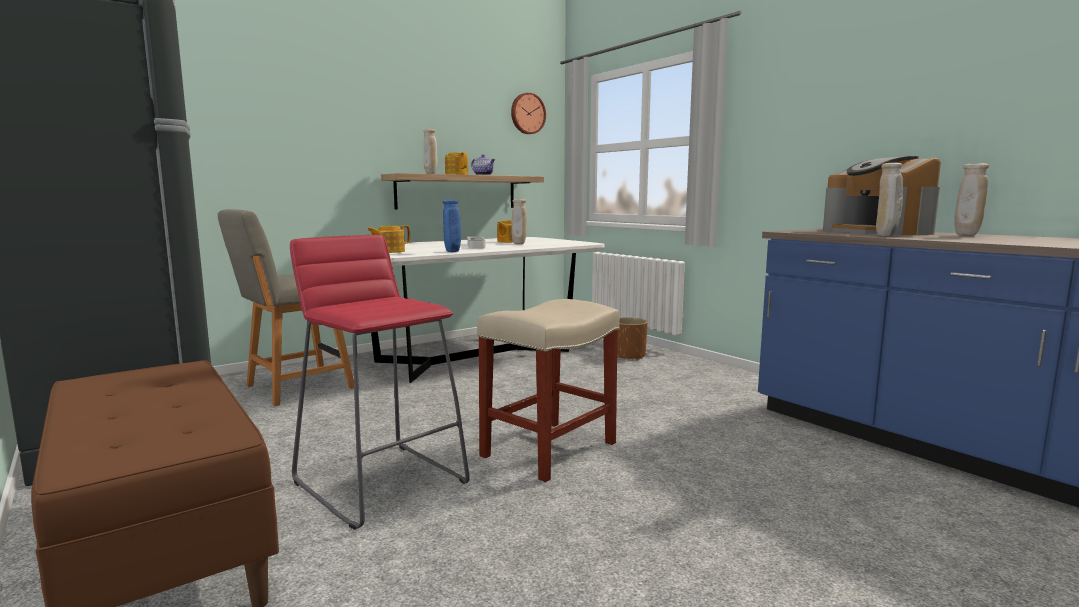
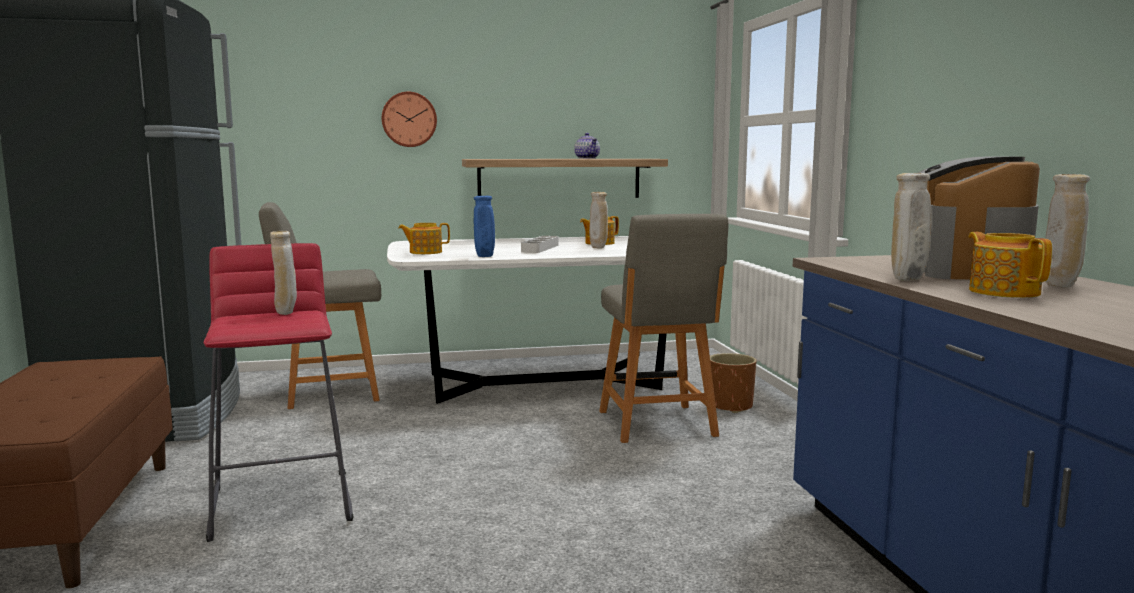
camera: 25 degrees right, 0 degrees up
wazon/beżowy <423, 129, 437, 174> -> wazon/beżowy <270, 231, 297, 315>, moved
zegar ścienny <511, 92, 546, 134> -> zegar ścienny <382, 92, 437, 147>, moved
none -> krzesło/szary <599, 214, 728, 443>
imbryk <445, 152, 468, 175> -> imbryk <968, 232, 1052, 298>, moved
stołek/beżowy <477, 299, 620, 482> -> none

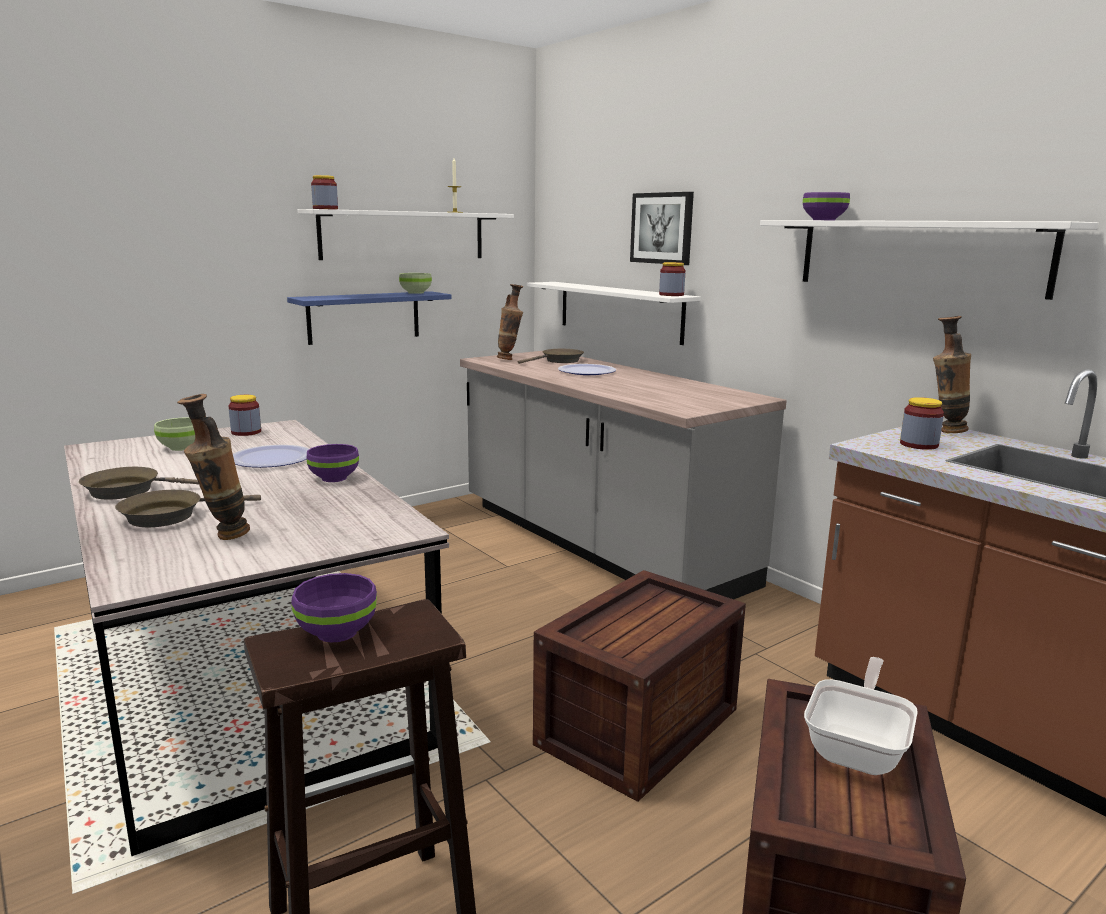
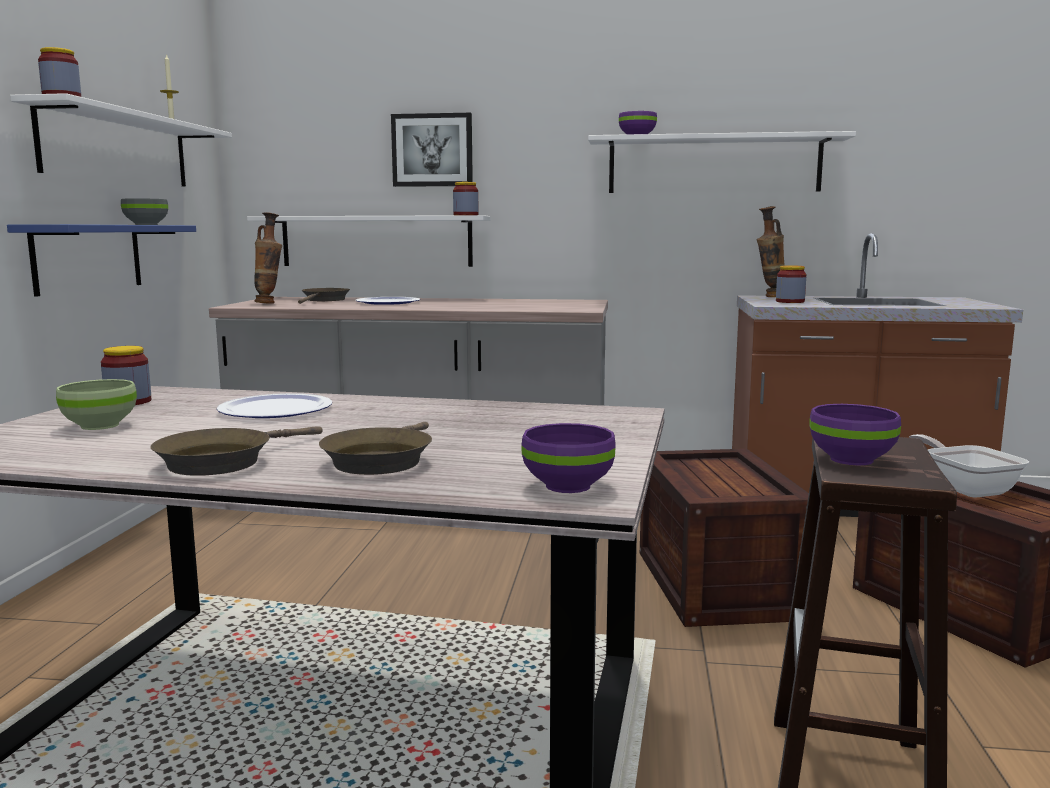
camera: 45 degrees left, 5 degrees down
miska/zielony <399, 273, 432, 294> -> miska/szary <121, 198, 168, 225>
miska/fioletowy <307, 444, 359, 482> -> miska/fioletowy <521, 423, 616, 493>, moved
wazon <177, 394, 250, 540> -> none

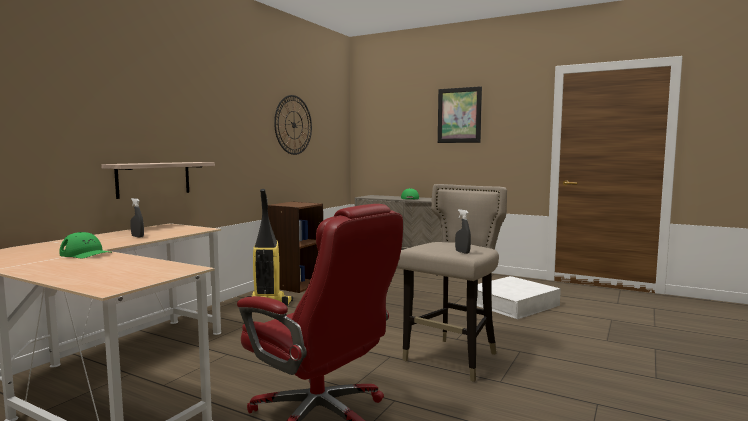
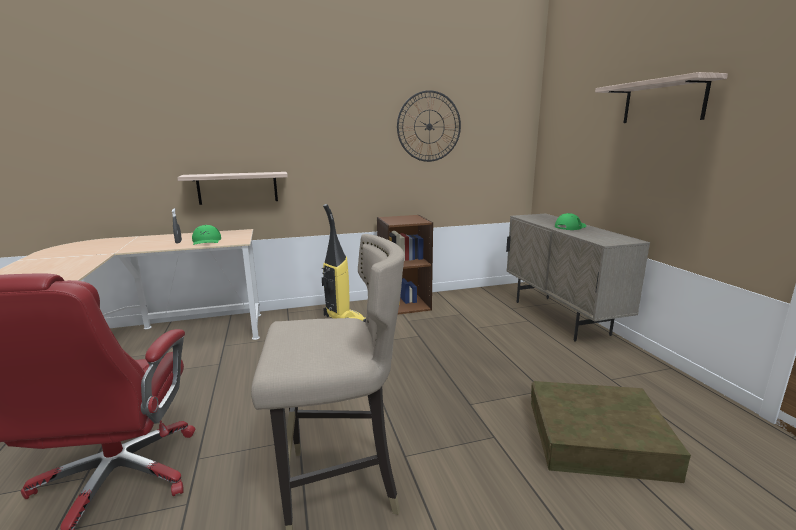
camera: 45 degrees right, 10 degrees up
czapka z daszkiem/zielony <59, 232, 112, 258> -> czapka z daszkiem/zielony <192, 225, 221, 245>, moved
pojemnik do przechowywania/biały <477, 276, 561, 319> -> pojemnik do przechowywania/brązowy <531, 381, 691, 483>
obraz <438, 86, 482, 143> -> półka <595, 72, 728, 123>
spryskiwacz/szary <455, 209, 471, 254> -> none

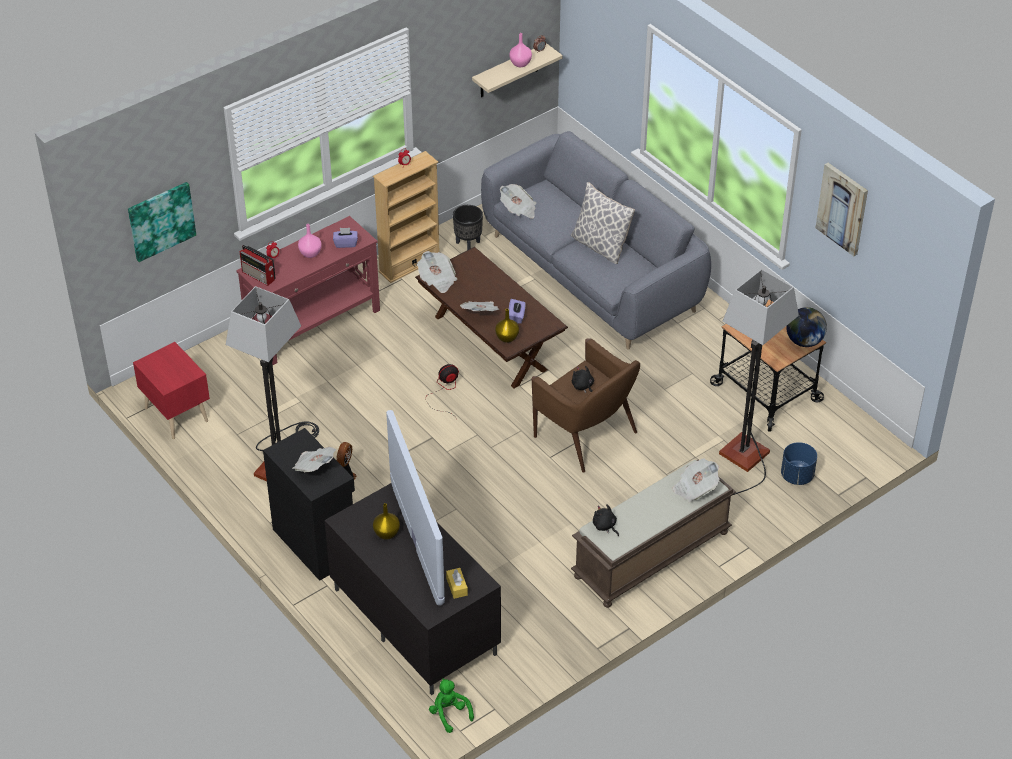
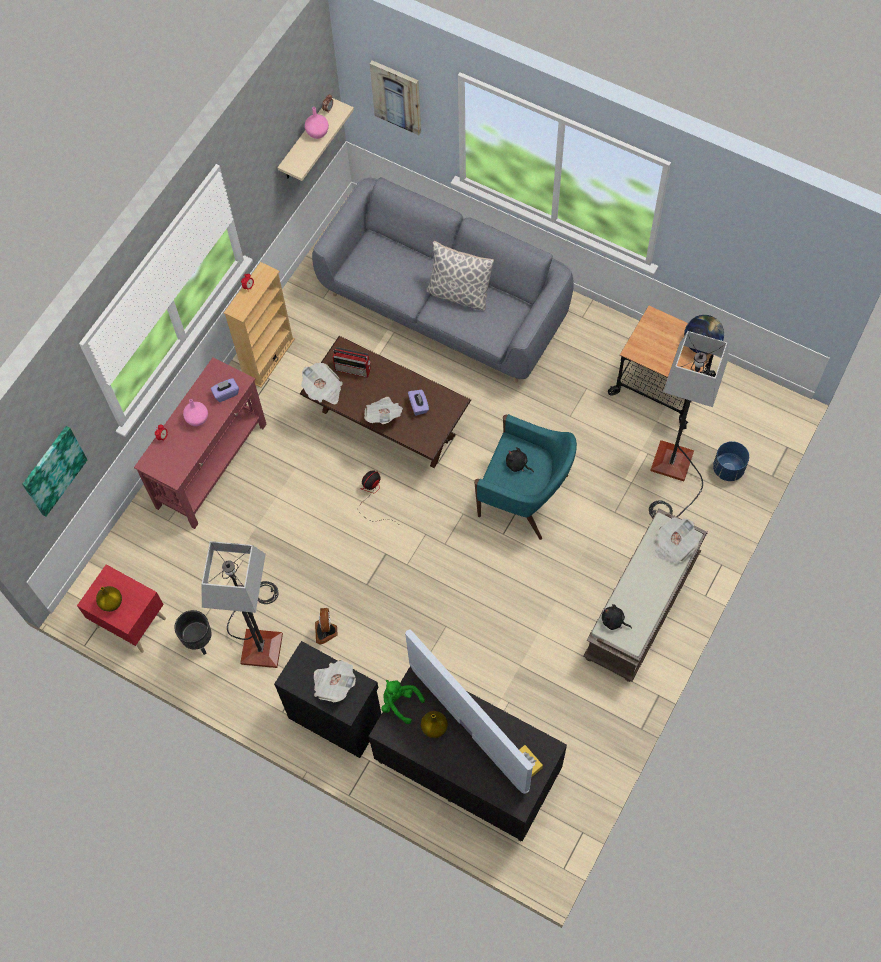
camera: 20 degrees left, 20 degrees up
wazon/żółty <495, 309, 519, 343> -> wazon/żółty <96, 586, 122, 612>, moved
donica/czarny <453, 205, 483, 250> -> donica/czarny <175, 610, 212, 655>, moved
radio <240, 245, 276, 286> -> radio <333, 347, 371, 378>, moved
obraz <815, 163, 868, 256> -> obraz <370, 60, 421, 135>, moved
pluszak/zielony <429, 678, 474, 733> -> pluszak/zielony <382, 680, 425, 724>, moved
fotel/brązowy <532, 338, 640, 473> -> fotel/turkusowy <474, 414, 577, 540>
gazeta <500, 184, 536, 219> -> none

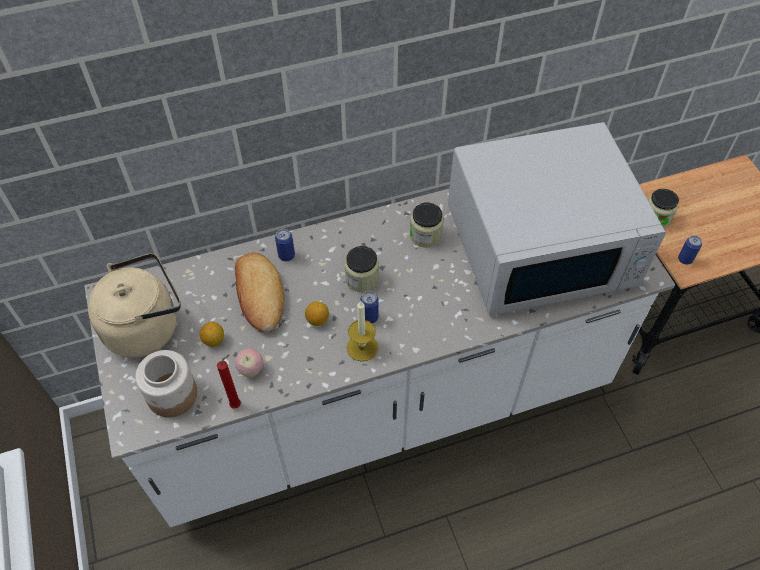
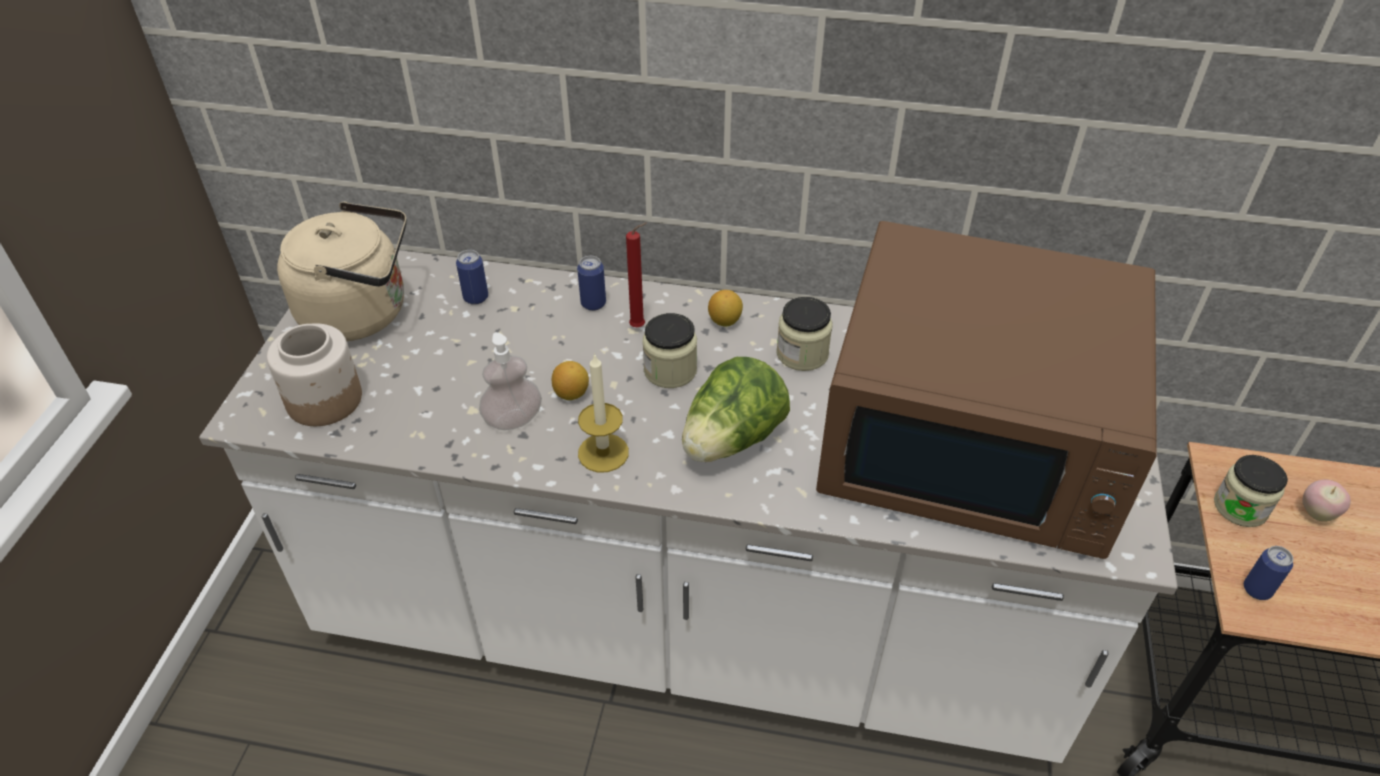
camera: 30 degrees right, 10 degrees down
puszka <360, 291, 379, 323> -> puszka <456, 250, 488, 305>, moved
none -> dozownik mydła <479, 332, 542, 430>
świeca/czerwony <217, 354, 241, 409> -> świeca/czerwony <626, 223, 647, 327>, moved
none -> sałata <682, 357, 790, 462>
cytryna <199, 322, 224, 347> -> cytryna <708, 290, 743, 326>, moved
mikrofalówka/biały <448, 122, 666, 316> -> mikrofalówka/brązowy <816, 221, 1157, 559>
jabłko <235, 348, 263, 377> -> jabłko <1302, 480, 1351, 522>, moved
chleb <235, 253, 284, 332> -> none

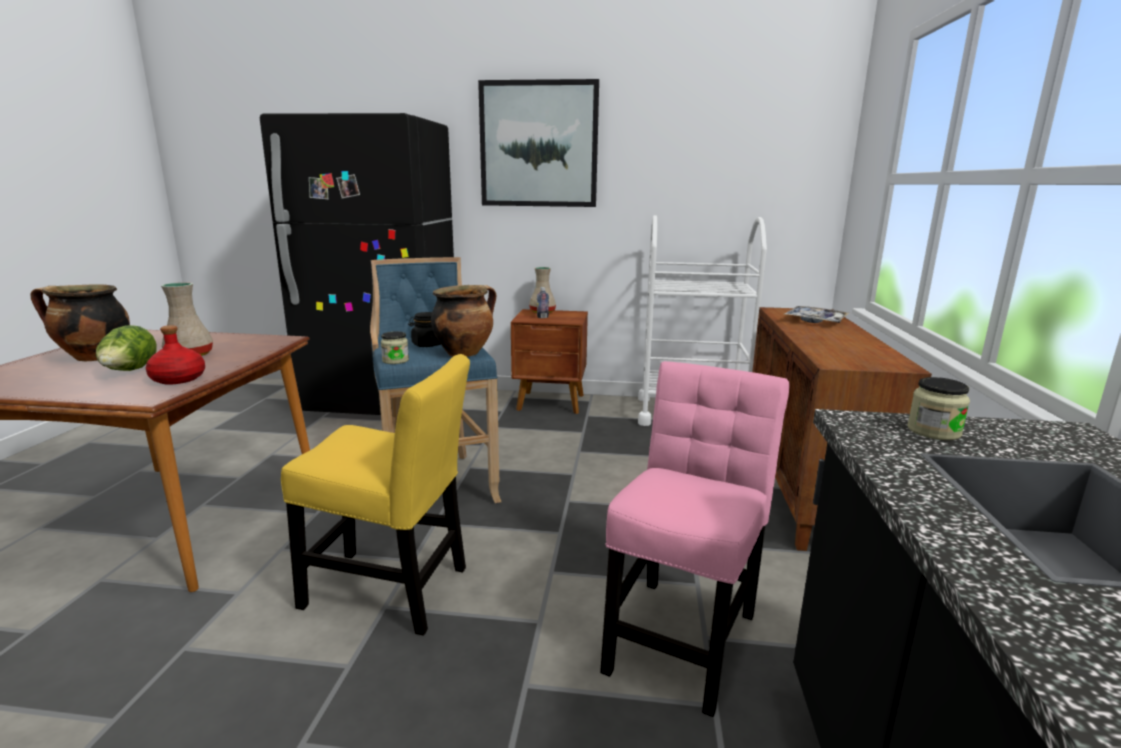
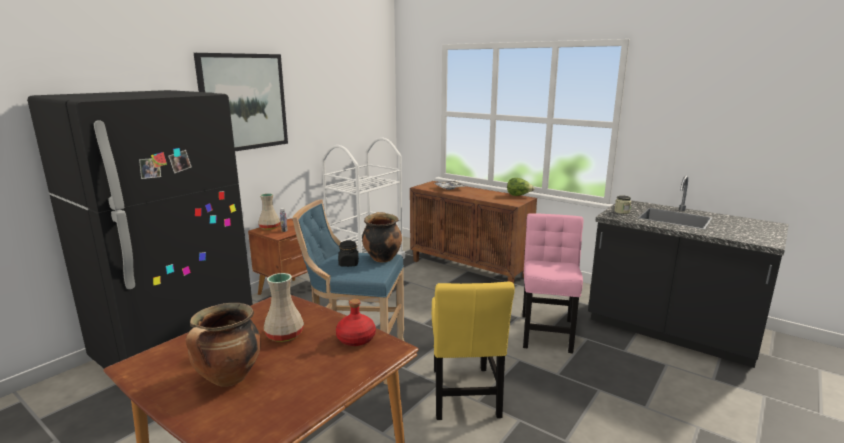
camera: 60 degrees left, 0 degrees up
krzesło/żółty <281, 354, 470, 636> -> krzesło/żółty <432, 282, 515, 420>, 135 degrees clockwise
sałata <96, 325, 157, 371> -> sałata <507, 178, 535, 196>, moved
krzesło/różowy <600, 361, 790, 717> -> krzesło/różowy <522, 213, 583, 353>, 45 degrees clockwise
słoik <381, 331, 409, 364> -> none

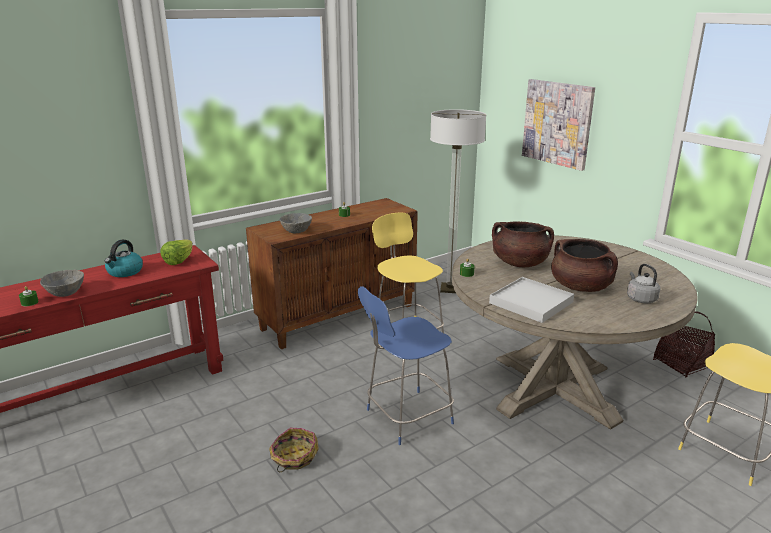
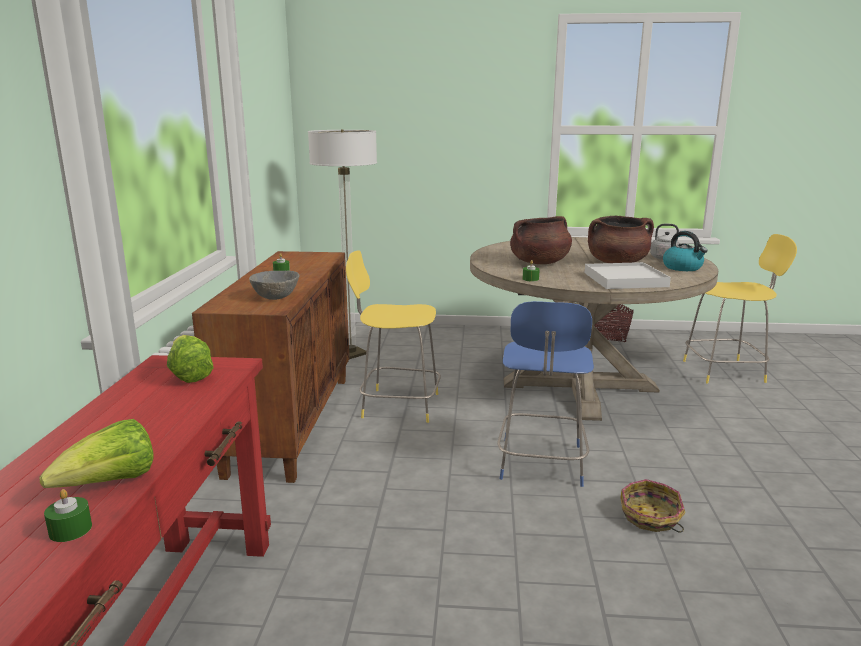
camera: 50 degrees left, 5 degrees down
miska/szary <40, 270, 84, 297> -> sałata <39, 419, 154, 488>
koszyk <269, 428, 319, 472> -> koszyk <620, 479, 686, 532>, moved
czajnik <104, 239, 143, 277> -> czajnik <663, 231, 708, 271>, moved
obraz <522, 79, 595, 171> -> none

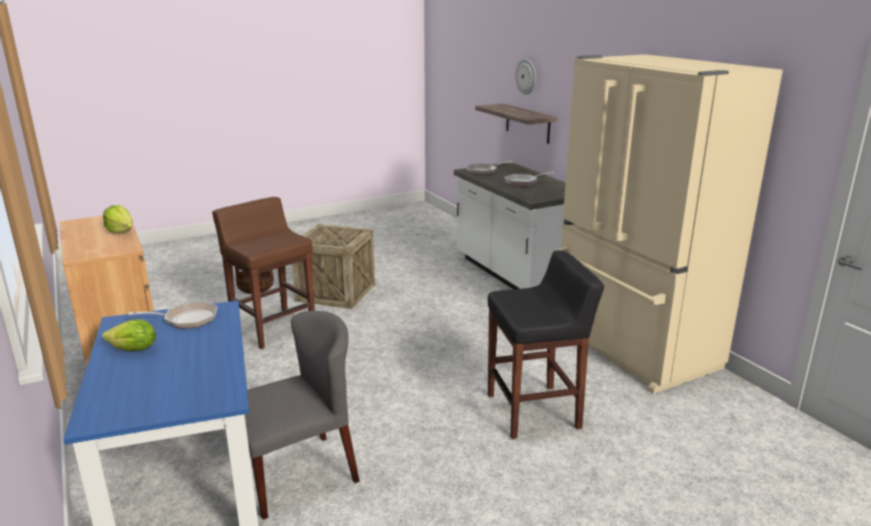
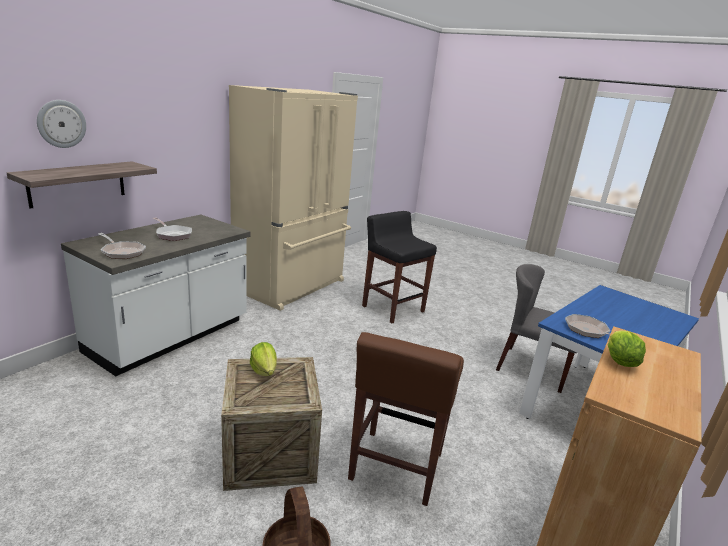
camera: 120 degrees left, 0 degrees up
sałata <102, 319, 156, 351> -> sałata <250, 342, 277, 376>, moved

